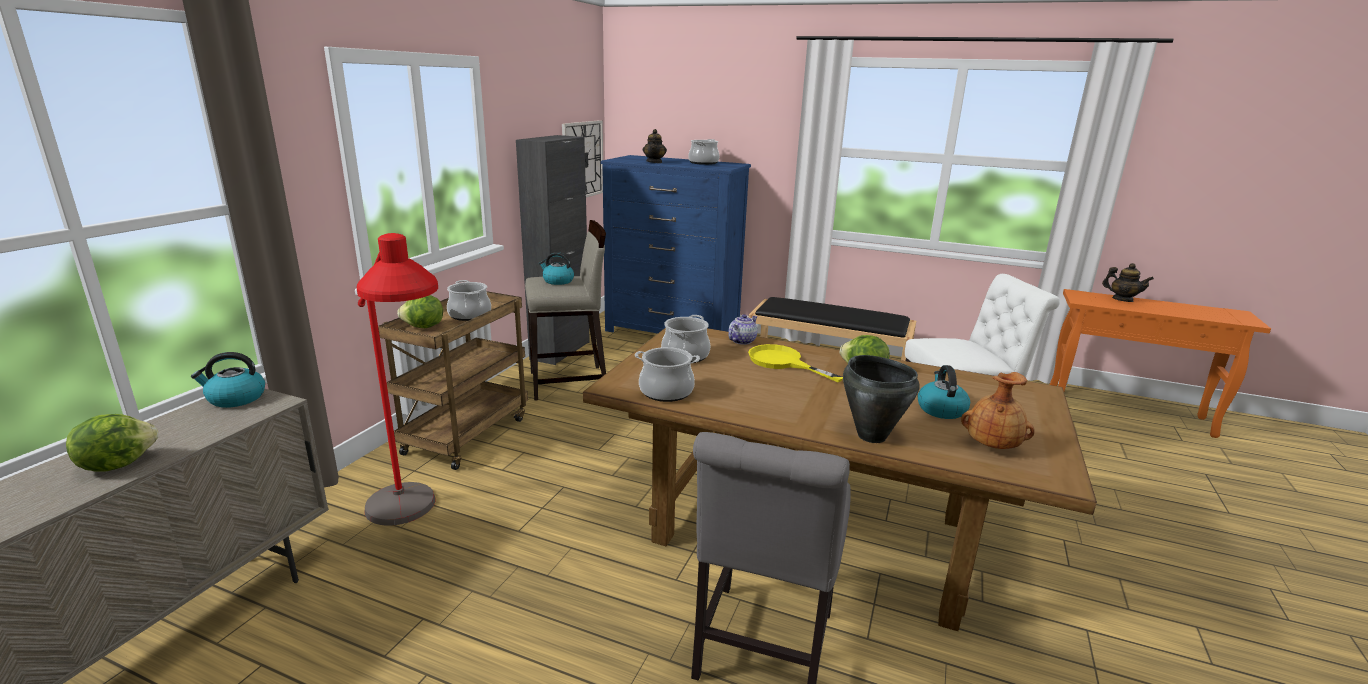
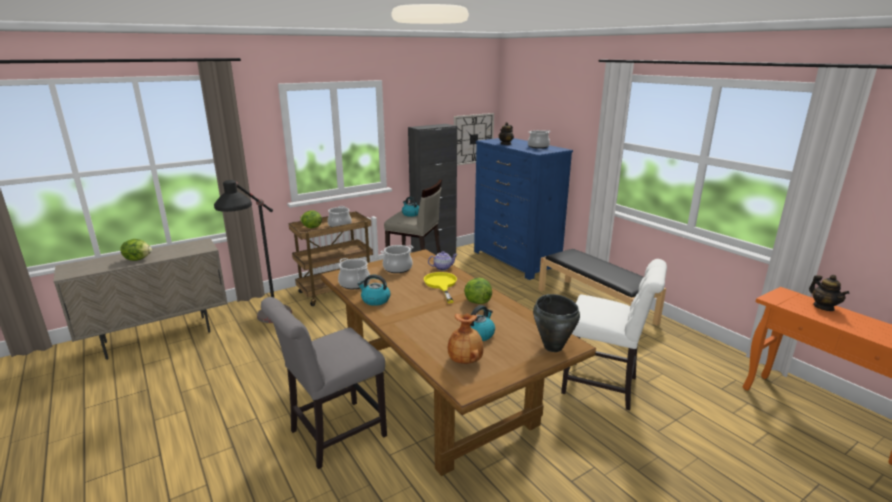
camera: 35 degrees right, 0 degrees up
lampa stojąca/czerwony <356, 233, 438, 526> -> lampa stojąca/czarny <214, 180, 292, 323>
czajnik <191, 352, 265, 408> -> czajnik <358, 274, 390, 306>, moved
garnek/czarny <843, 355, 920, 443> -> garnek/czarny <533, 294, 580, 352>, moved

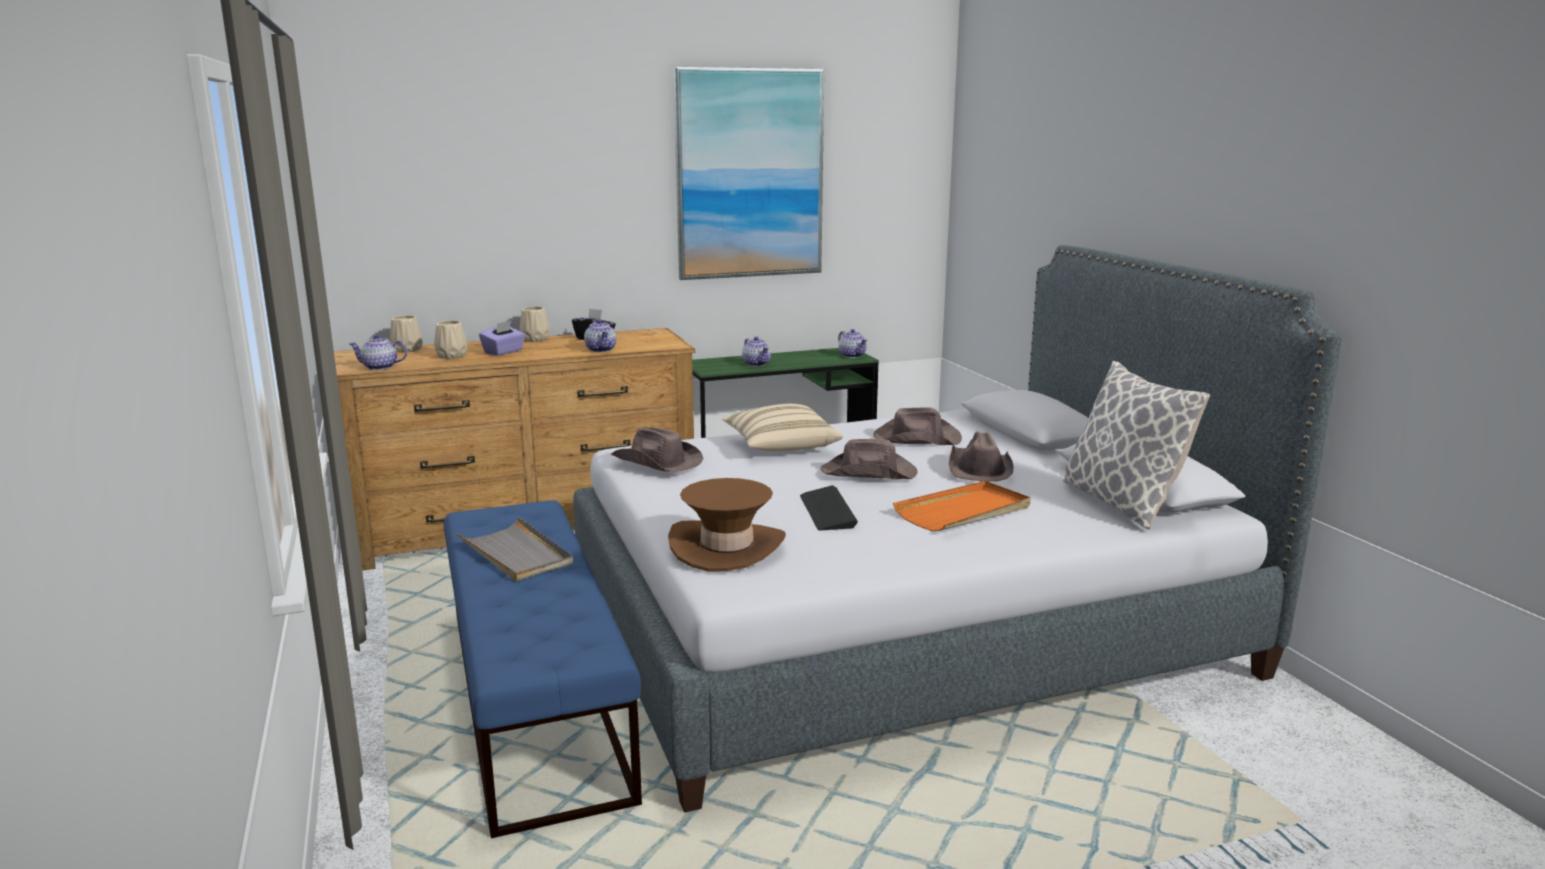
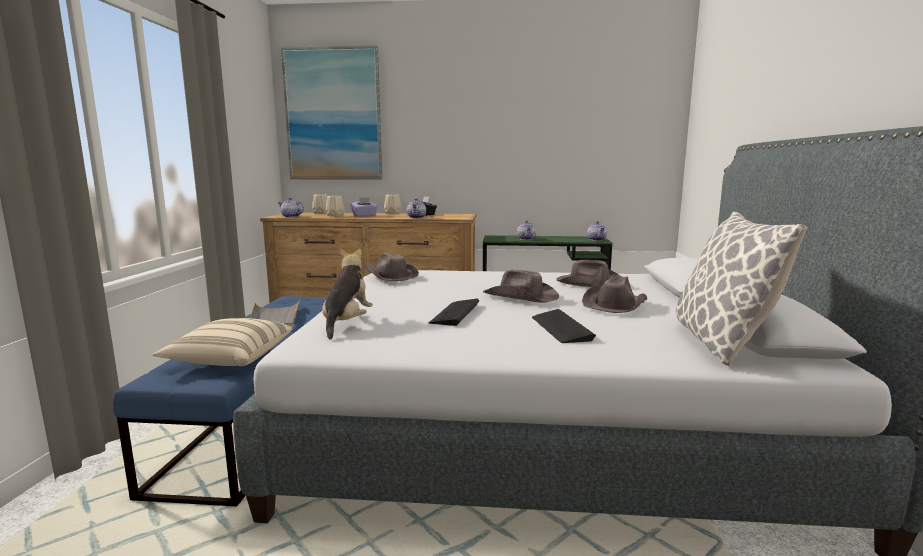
camera: 25 degrees right, 5 degrees down
poduszka/beżowy <722, 404, 843, 451> -> poduszka/beżowy <153, 318, 292, 367>, moved
obraz <673, 67, 824, 280> -> obraz <281, 46, 382, 180>, moved
kapelusz/brązowy <668, 478, 786, 572> -> pluszak <322, 249, 373, 340>
taca/pomarańczowy <893, 481, 1031, 532> -> klawiatura <532, 309, 596, 343>

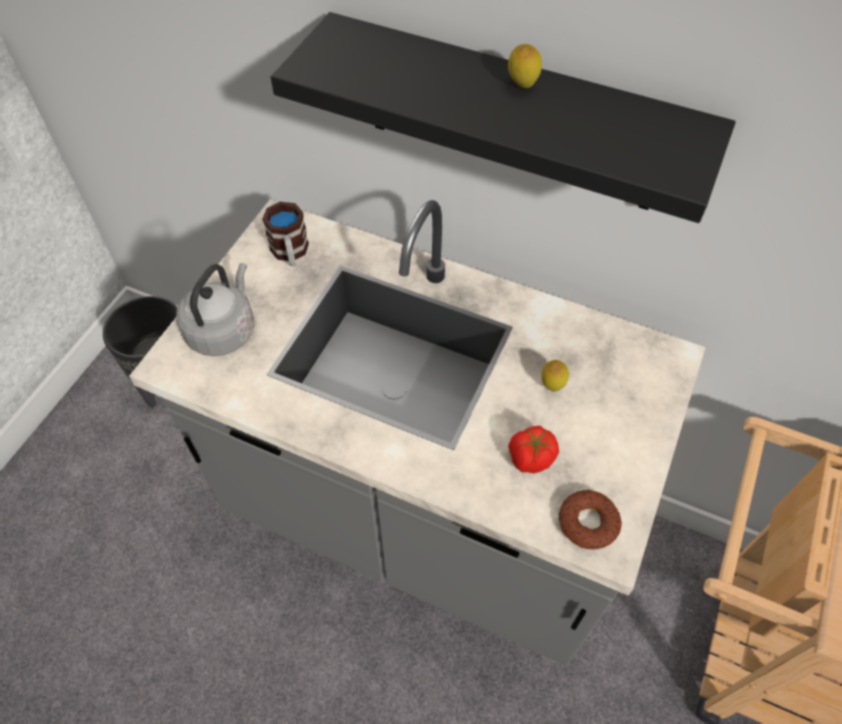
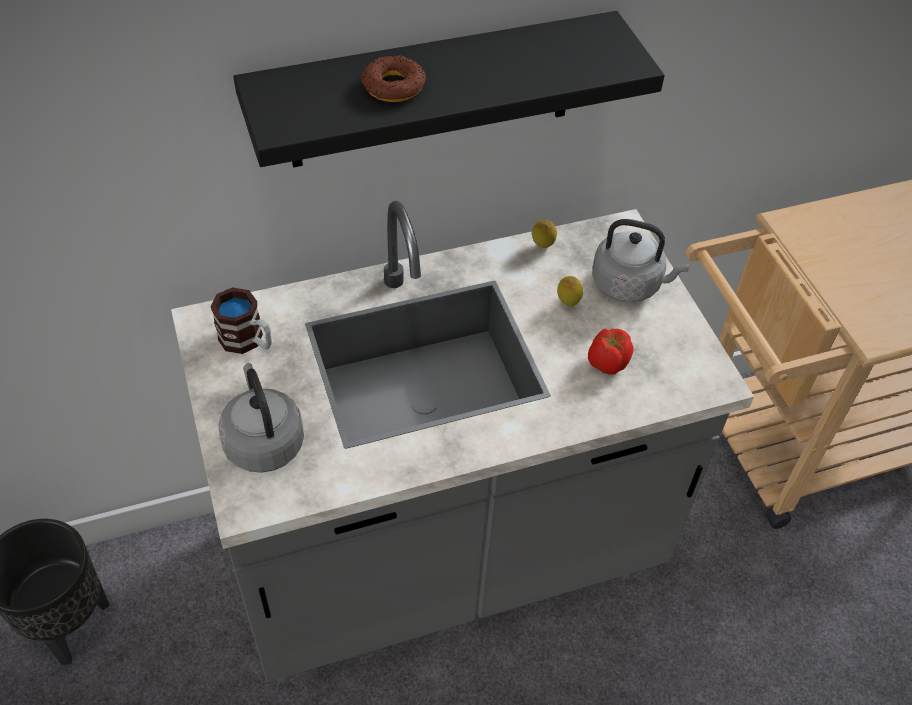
camera: 45 degrees left, 5 degrees down
donut <559, 489, 622, 549> -> donut <361, 55, 426, 102>, moved
cytryna <508, 44, 542, 88> -> cytryna <532, 220, 557, 248>, moved
none -> czajnik/szary <592, 219, 689, 302>

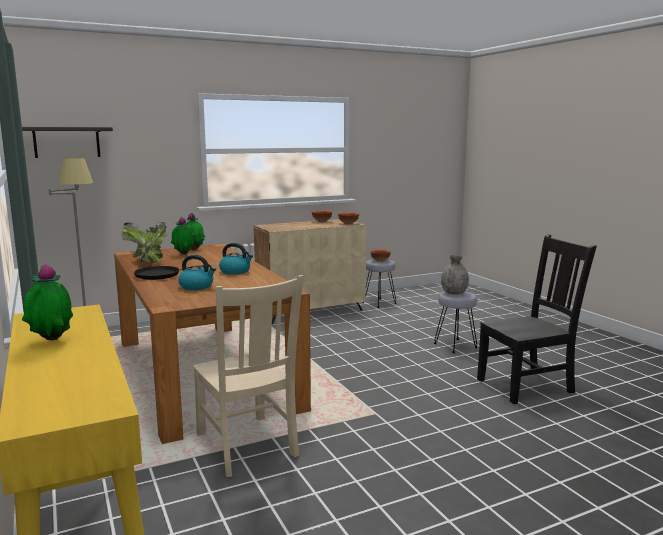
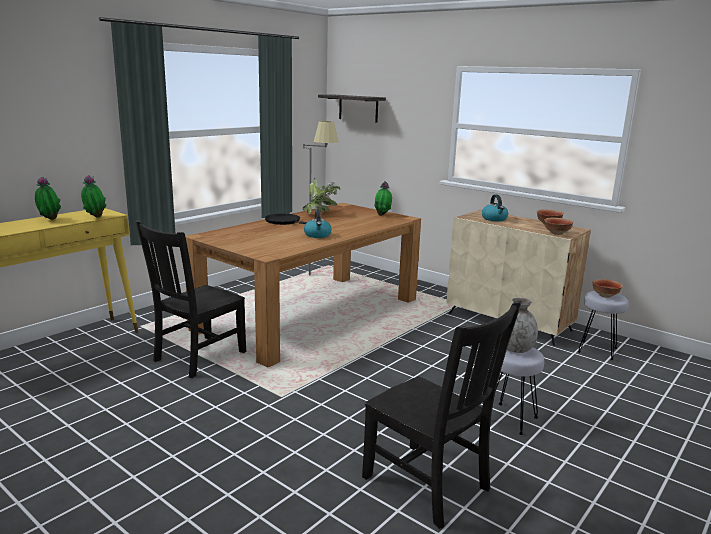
camera: 65 degrees right, 5 degrees up
roślina doniczkowa <171, 217, 194, 255> -> roślina doniczkowa <81, 175, 106, 217>, moved
krzesło/beżowy <193, 275, 304, 477> -> krzesło/czarny <135, 221, 246, 378>
czajnik <178, 255, 216, 290> -> czajnik <482, 194, 508, 221>, moved

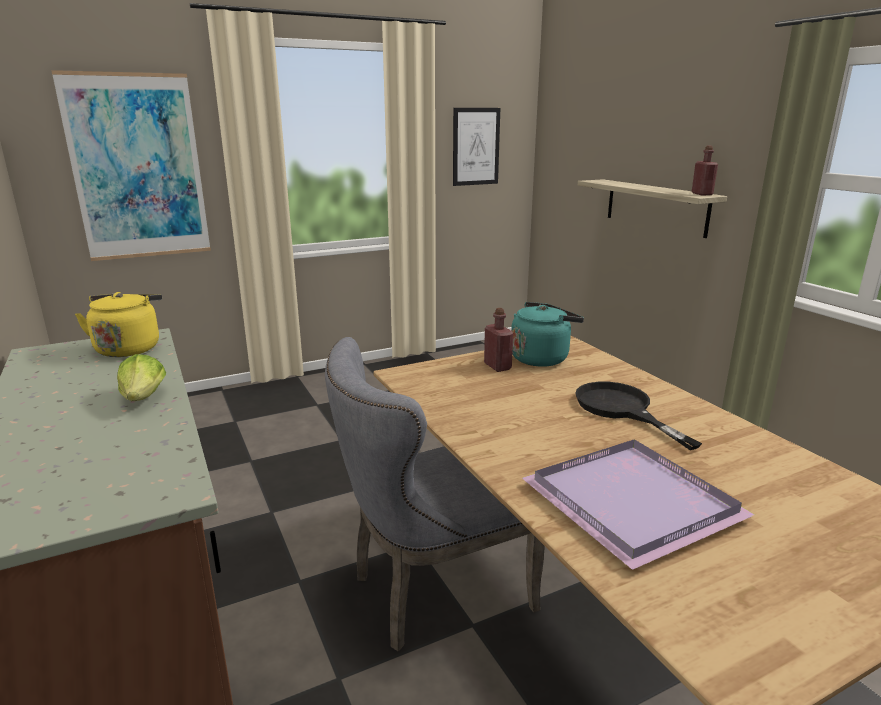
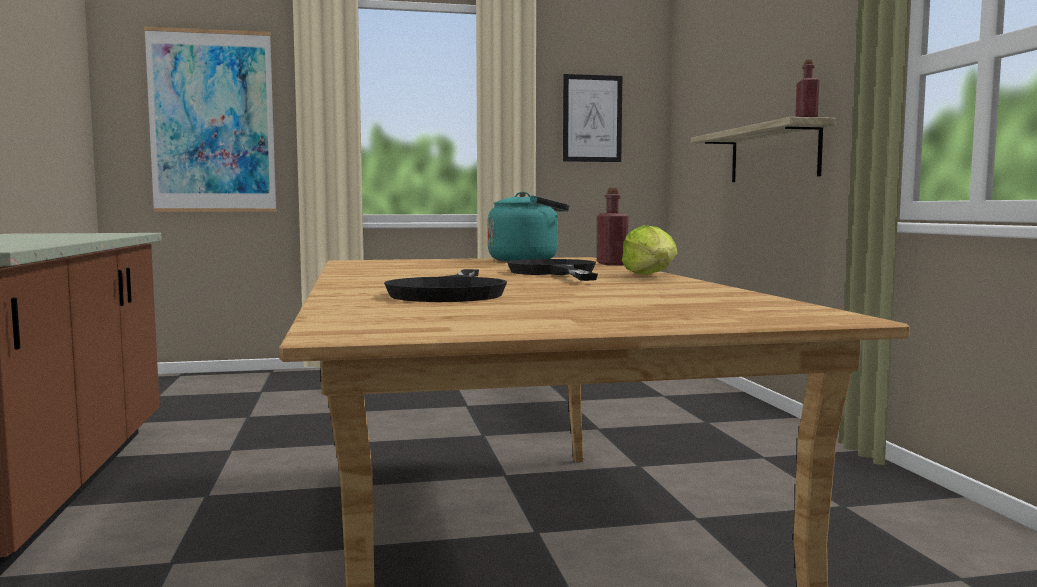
camera: 15 degrees right, 15 degrees down
taca/fioletowy <522, 439, 755, 570> -> patelnia/czarny <384, 269, 507, 302>
butelka/czerwony <484, 308, 514, 372> -> butelka/czerwony <597, 188, 629, 266>, moved
sałata <117, 354, 166, 401> -> sałata <622, 225, 678, 275>, moved
czajnik/żółty <75, 292, 162, 357> -> none
krzesło/szary <325, 337, 545, 651> -> none

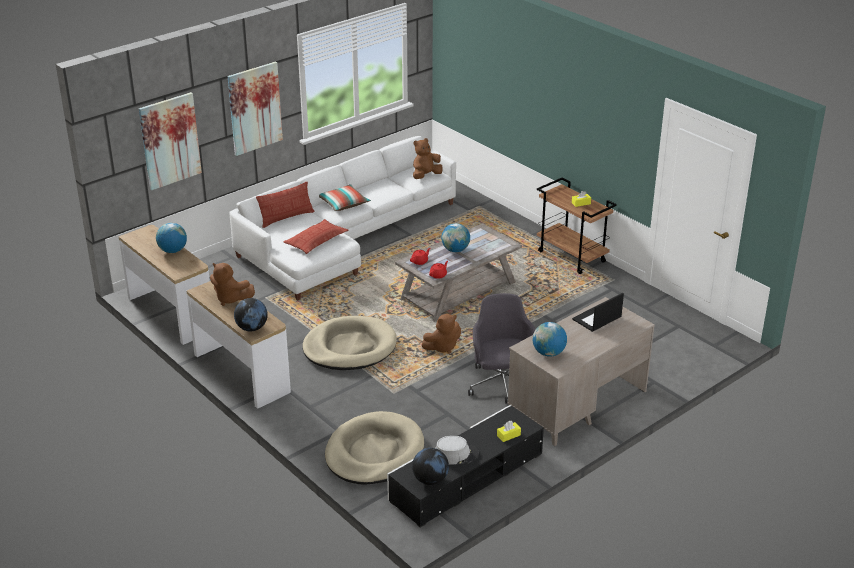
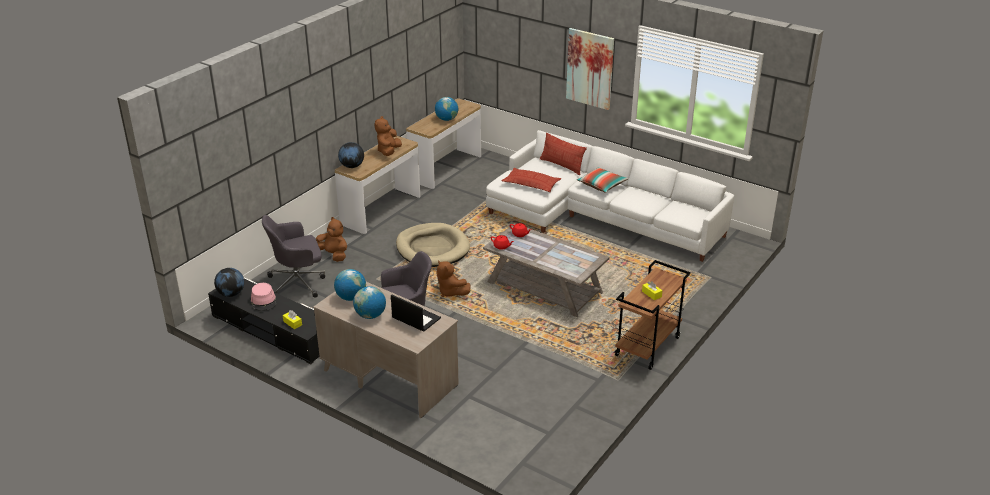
camera: 75 degrees right, 0 degrees up
kapelusz/szary <435, 435, 479, 465> -> kapelusz/różowy <251, 283, 276, 311>
legowisko/beżowy <325, 411, 424, 485> -> krzesło biurowe/szary <262, 215, 325, 298>
pluszak/brązowy <413, 138, 443, 179> -> pluszak/brązowy <316, 217, 347, 262>, moved
globus <441, 223, 470, 252> -> globus <353, 286, 386, 319>, moved
obraz <139, 92, 202, 190> -> none

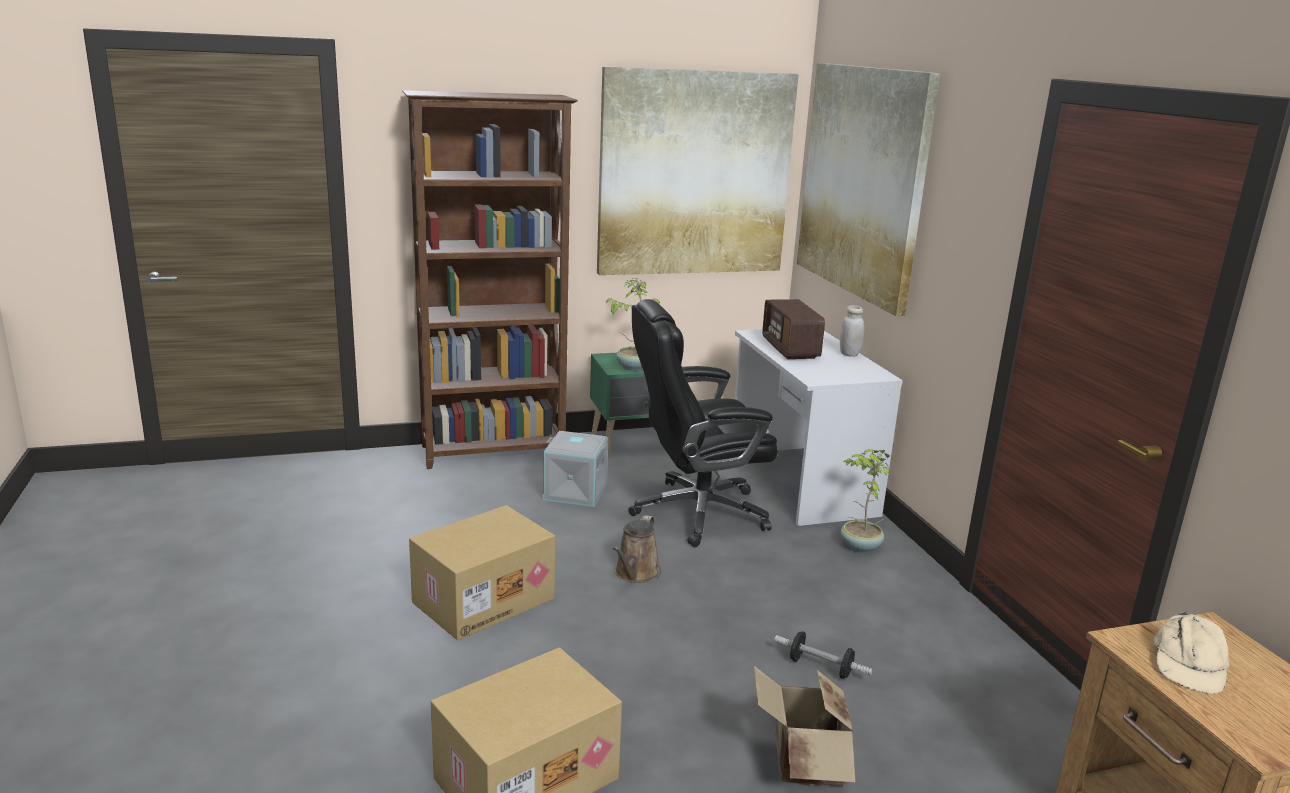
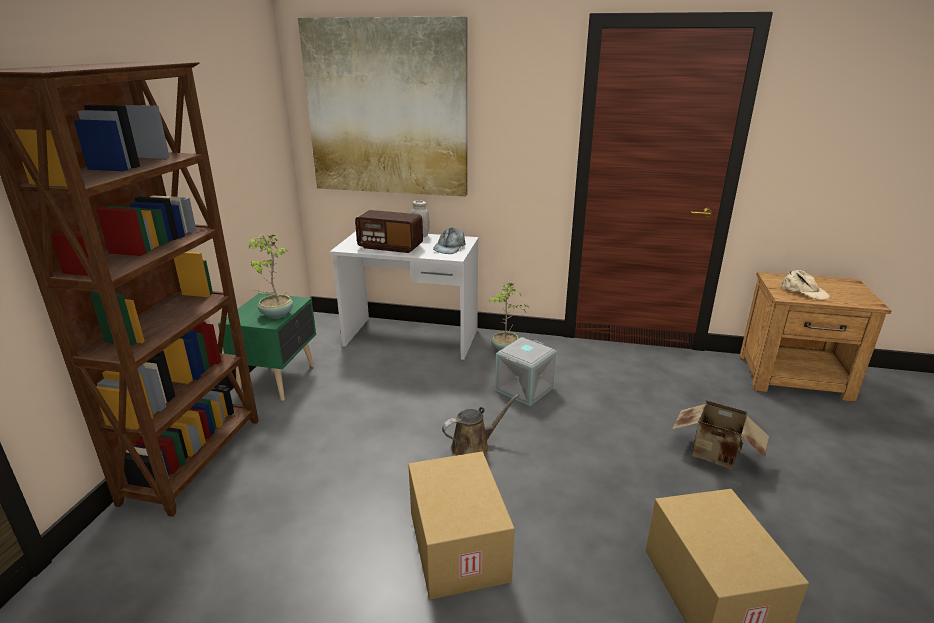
camera: 60 degrees left, 5 degrees up
none -> czapka z daszkiem/szary <433, 228, 466, 254>
konewka/brązowy <613, 515, 661, 583> -> konewka/brązowy <442, 394, 520, 456>, 75 degrees counterclockwise
pojemnik do przechowywania/szary <543, 431, 608, 507> -> pojemnik do przechowywania/szary <495, 337, 557, 406>, moved
obraz <597, 67, 799, 275> -> none
krzesło biurowe/czarny <628, 299, 778, 547> -> none
hantel <774, 631, 873, 679> -> none

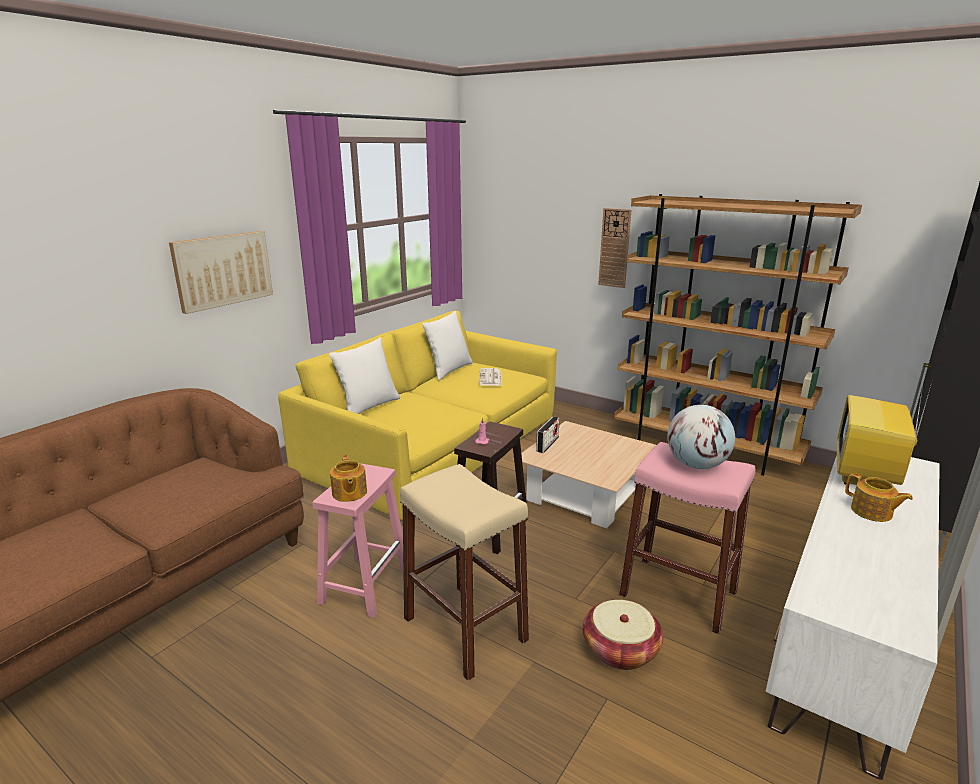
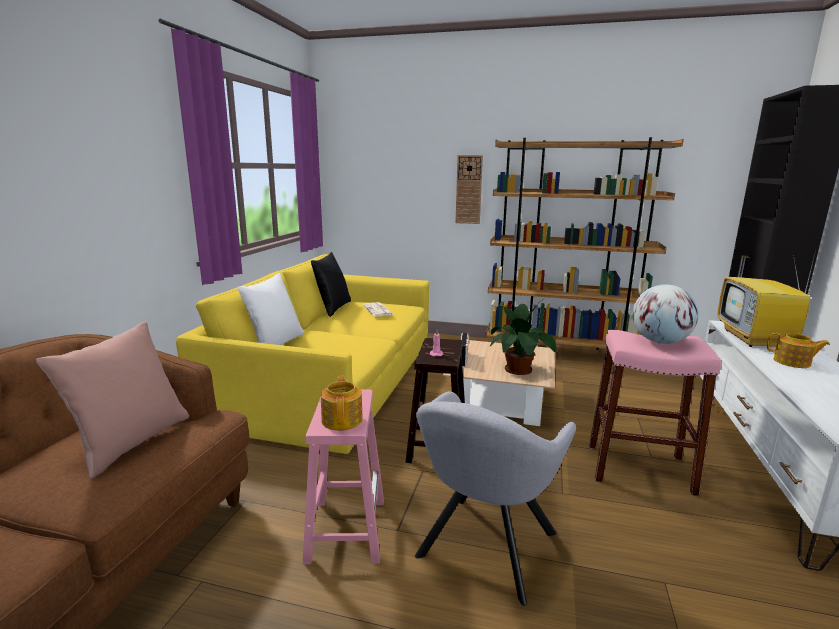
camera: 20 degrees left, 5 degrees down
none -> poduszka/różowy <36, 322, 189, 479>
poduszka/biały <422, 311, 473, 381> -> poduszka/czarny <311, 252, 351, 317>
imbryk <330, 455, 367, 502> -> imbryk <321, 375, 363, 431>, 150 degrees counterclockwise
stołek/beżowy <400, 464, 529, 681> -> fotel/szary <415, 391, 576, 606>
none -> roślina doniczkowa <490, 299, 557, 375>
obraz <169, 231, 273, 314> -> none
koszyk <583, 600, 663, 670> -> none

